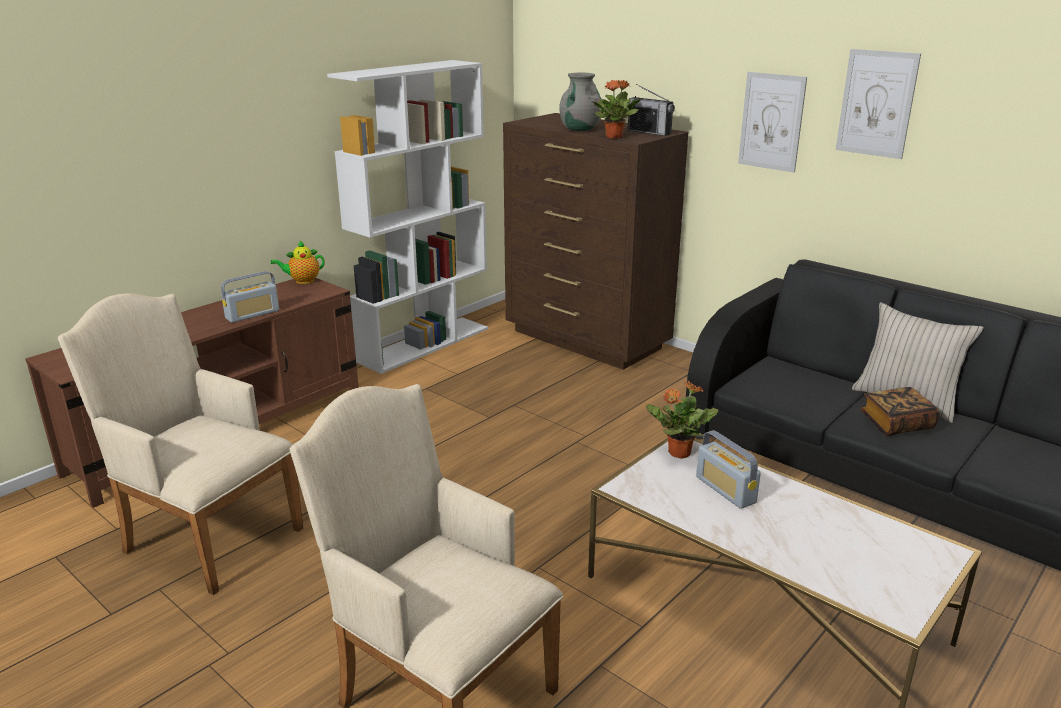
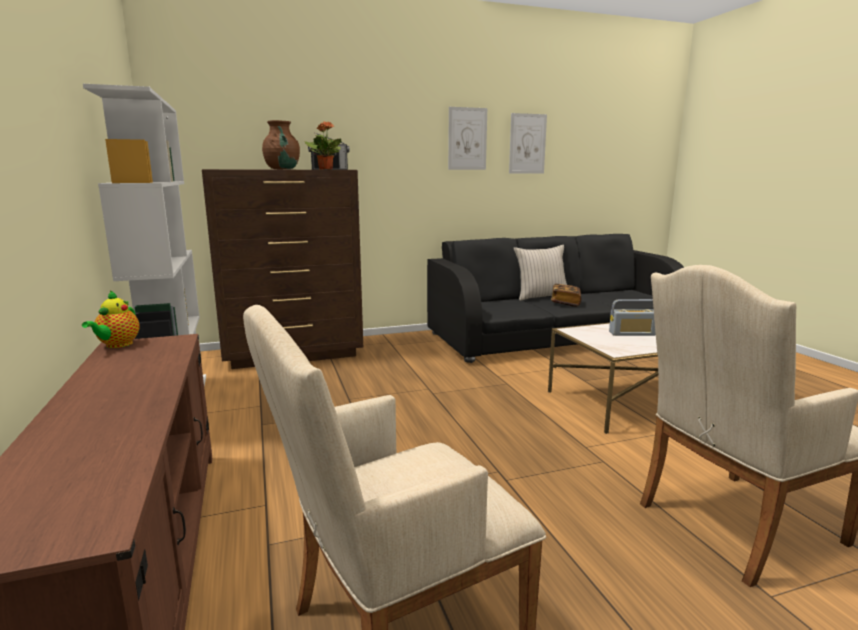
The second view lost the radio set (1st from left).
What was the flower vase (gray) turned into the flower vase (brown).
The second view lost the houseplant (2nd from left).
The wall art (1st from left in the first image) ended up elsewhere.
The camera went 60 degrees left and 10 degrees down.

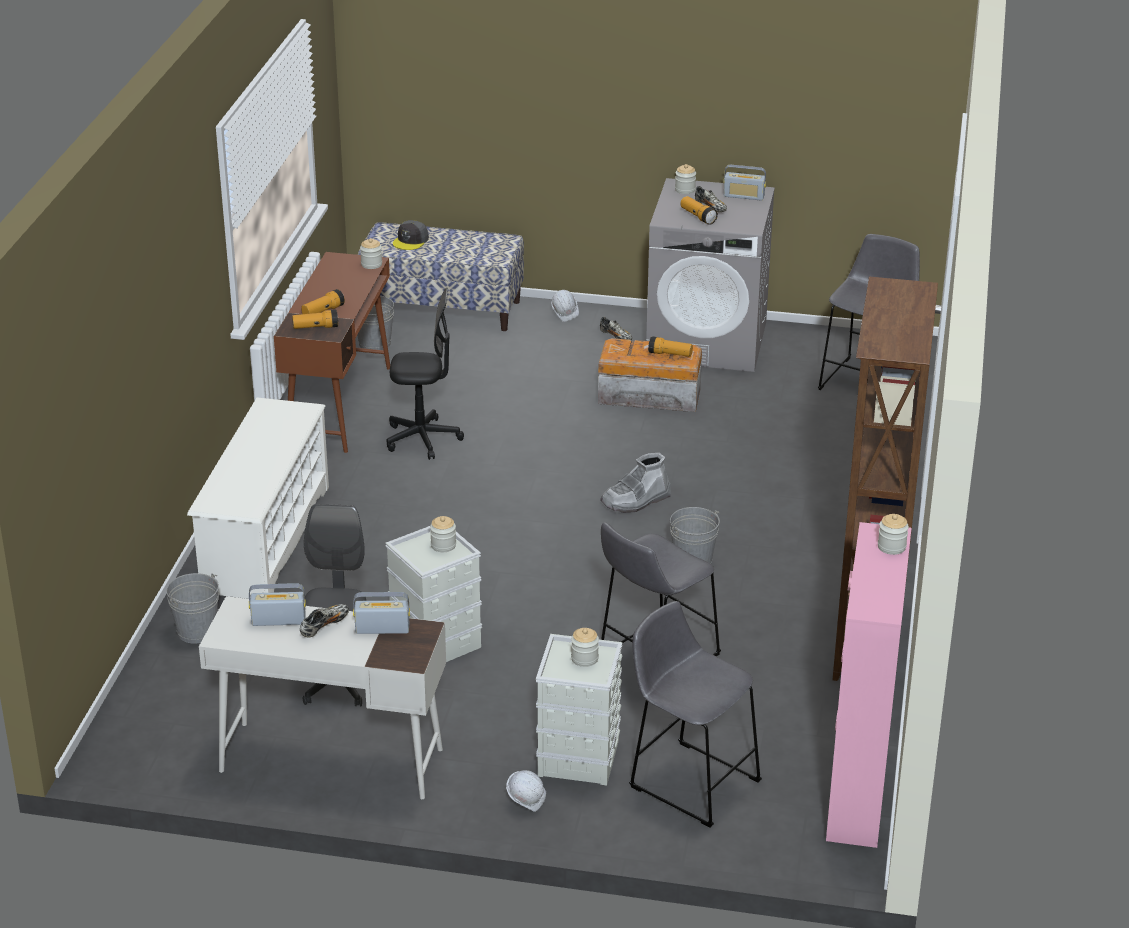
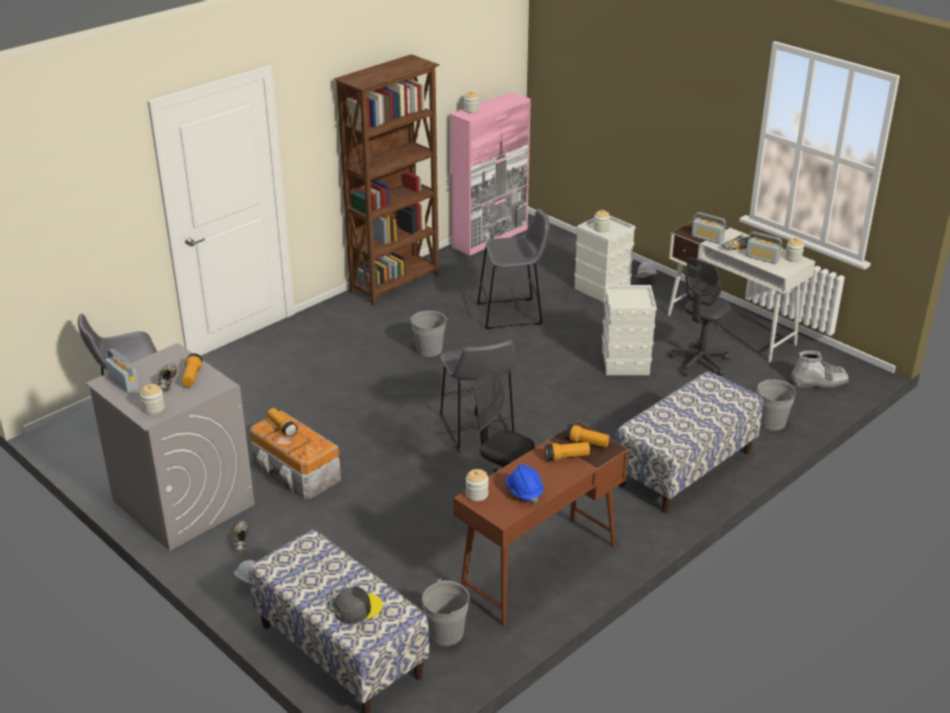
Where the shoe shelf (whitish) stood, the long seat (2nd from left) came to stand.
The storage jar (2nd from left in the first image) ended up elsewhere.
The tall boot (gray) ended up elsewhere.
The sitting stool (gray) (2nd from left) ended up elsewhere.
The second view gained the work helmet (blue).
The camera went 145 degrees left and 0 degrees up.

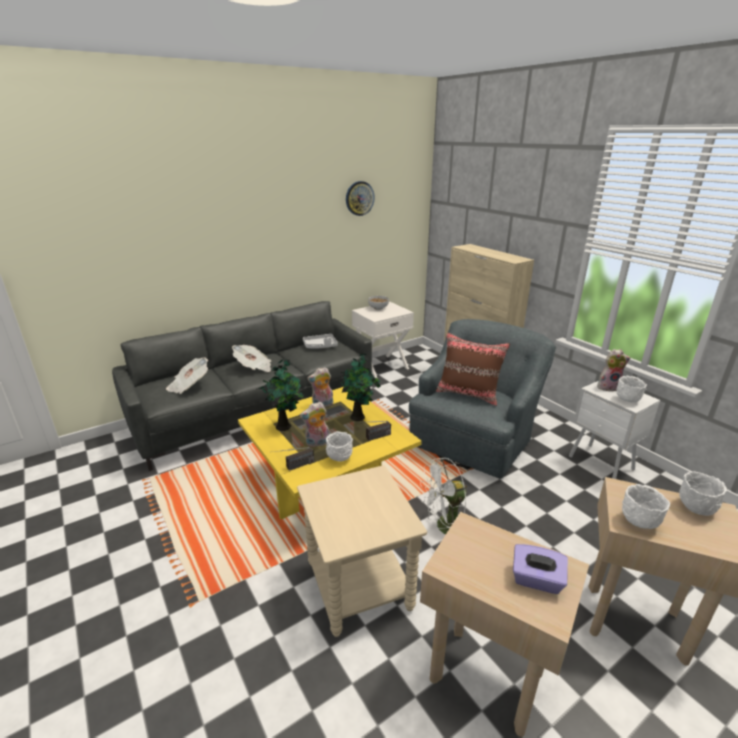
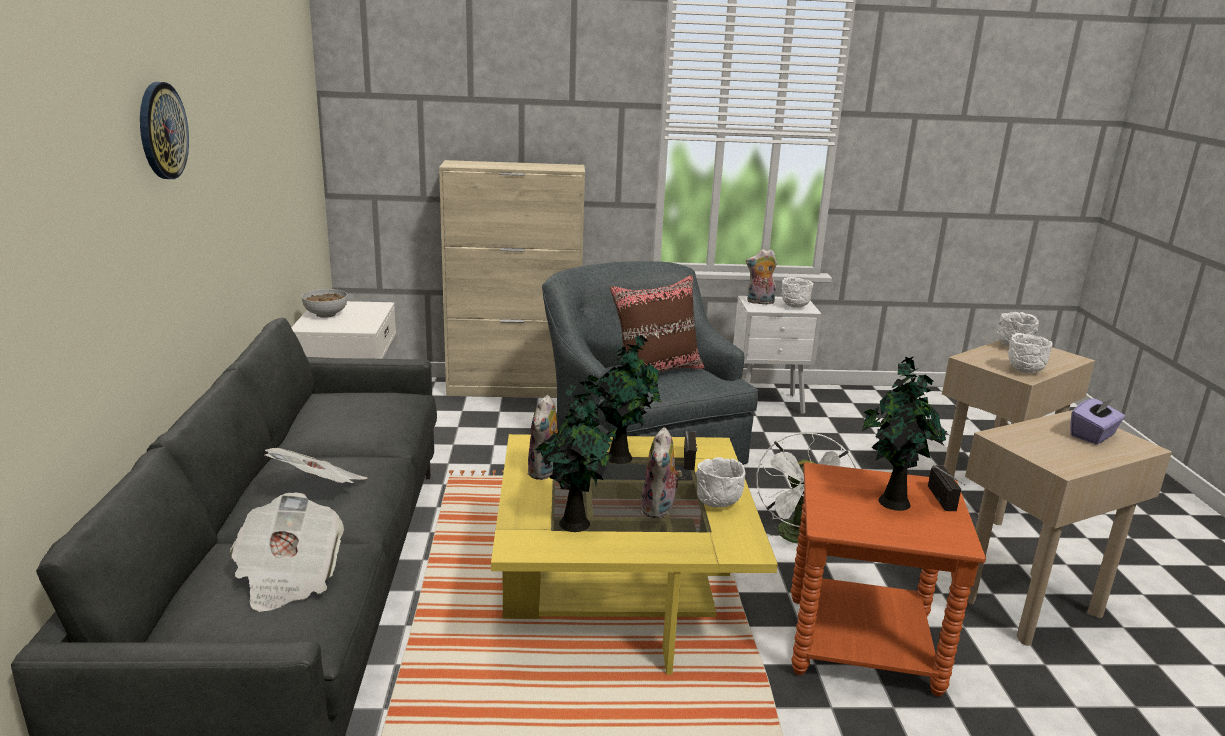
The radio set (1st from left in the first image) ended up elsewhere.
What was the end table (beige-coloured) (1st from left) turned into the end table (orange-coloured).
The second view lost the tray (gray).
The wall clock ended up elsewhere.
The cuddly toy (3rd from left) ended up facing another way, 120 degrees counterclockwise from before.
The second view gained the houseplant (3rd from left).
The camera went 60 degrees left and 5 degrees down.

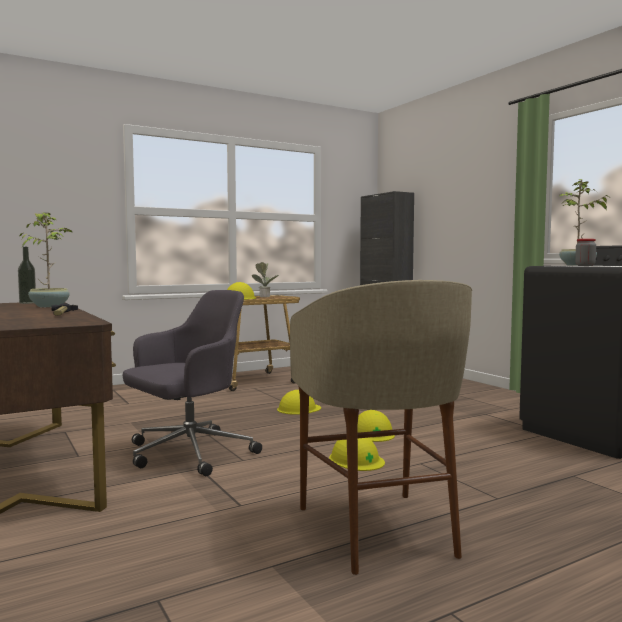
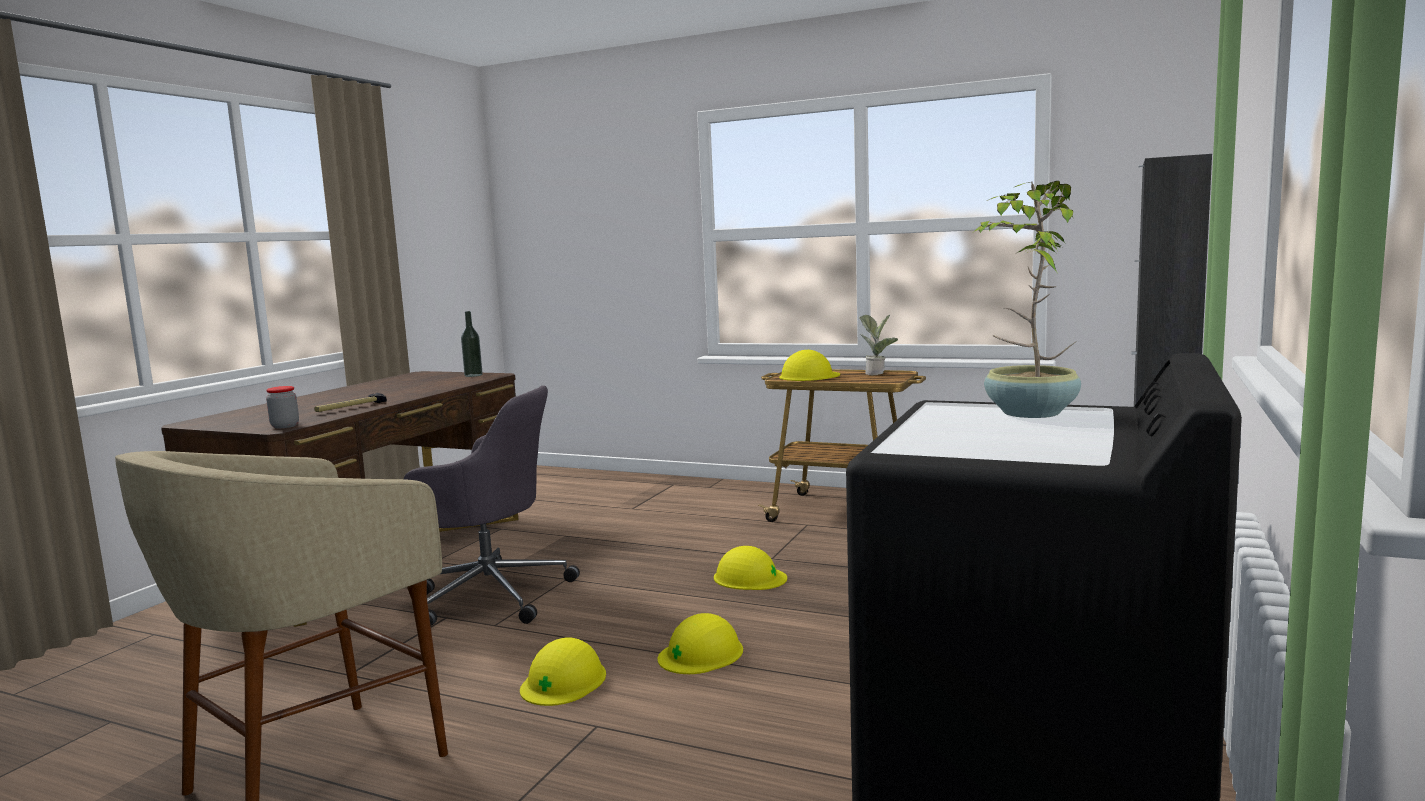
The second view lost the houseplant (1st from left).
The storage jar ended up elsewhere.
The camera went 55 degrees right and 5 degrees up.

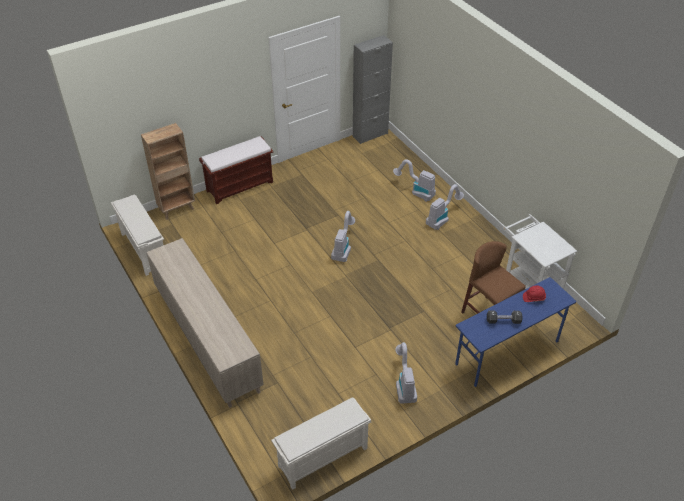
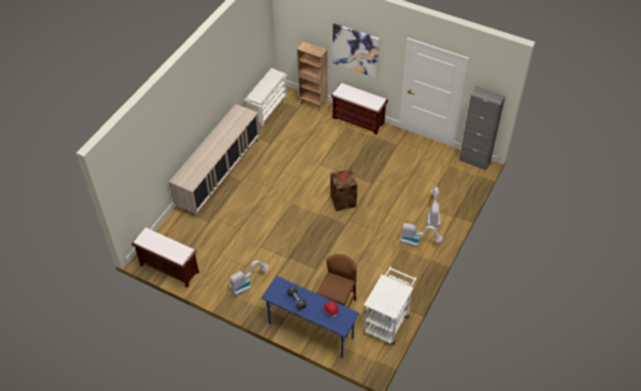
Where the shoe shelf (whitish) (2nd from left) stood, the long seat (brown) (1st from left) came to stand.
Where the hoover (1st from left) stood, the crate came to stand.
The second view gained the wall art.
The camera went 60 degrees right and 5 degrees up.

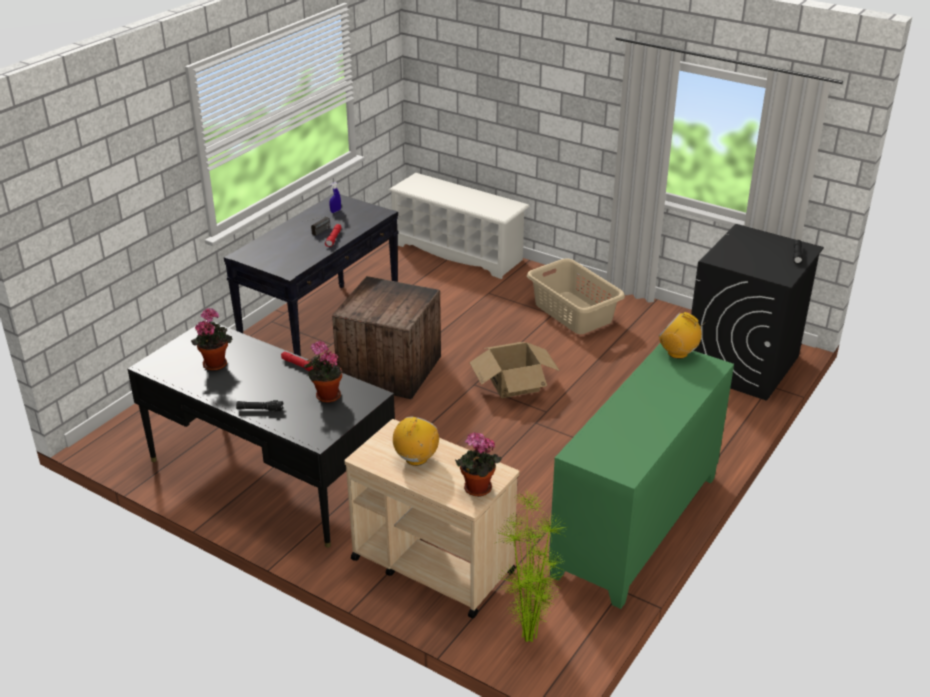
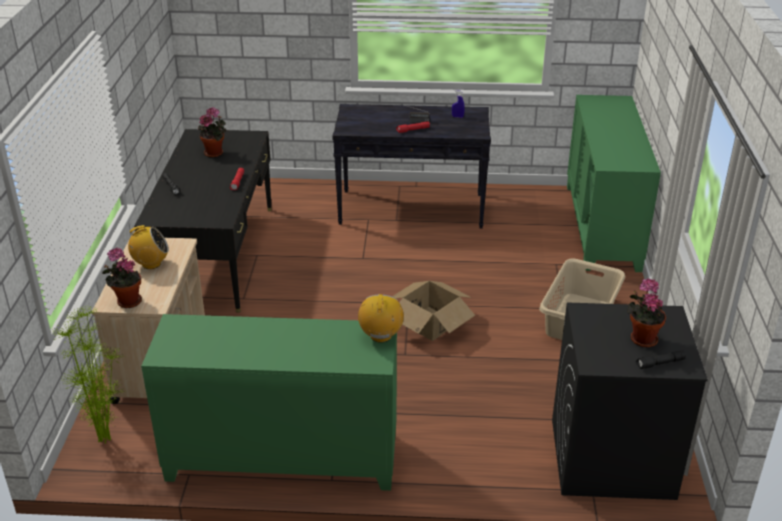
The houseplant (2nd from left in the first image) ended up elsewhere.
The second view lost the crate.
Where the shoe shelf (whitish) stood, the cabinet (green-coloured) (2nd from left) came to stand.
The camera went 60 degrees right and 0 degrees up.

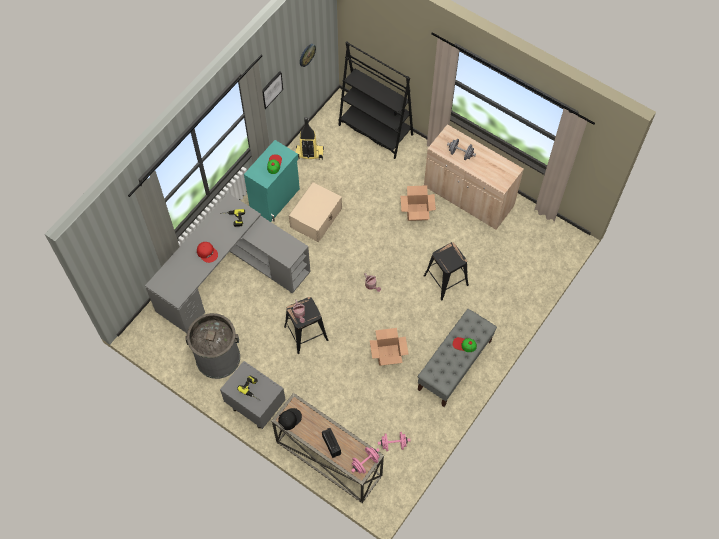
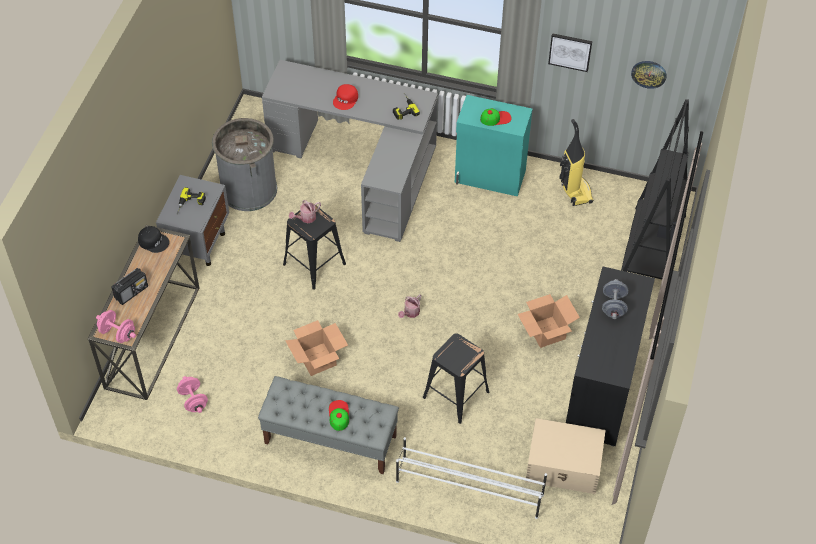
The storage box (beige-coloured) ended up elsewhere.
What was the cabinet (beige-coloured) turned into the cabinet (black).
The second view gained the shoe shelf (whitish).
The camera went 70 degrees right and 10 degrees down.

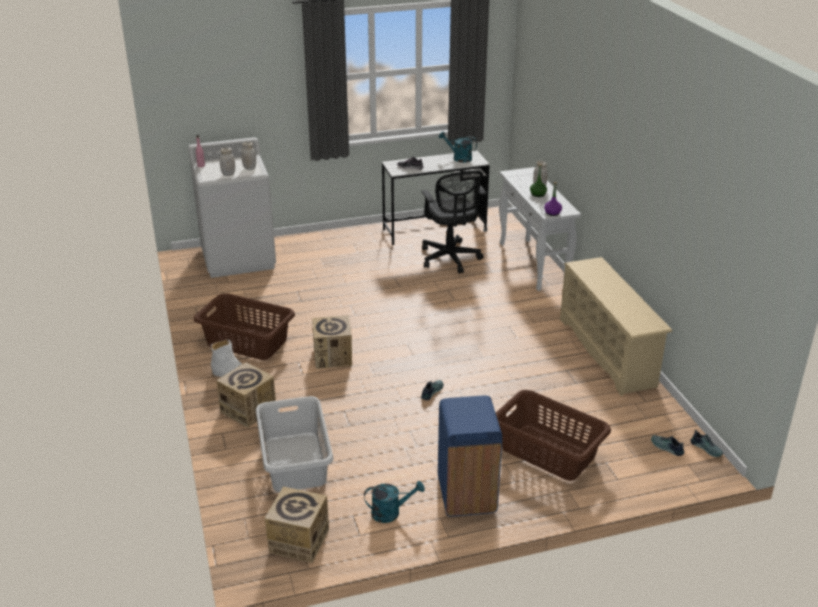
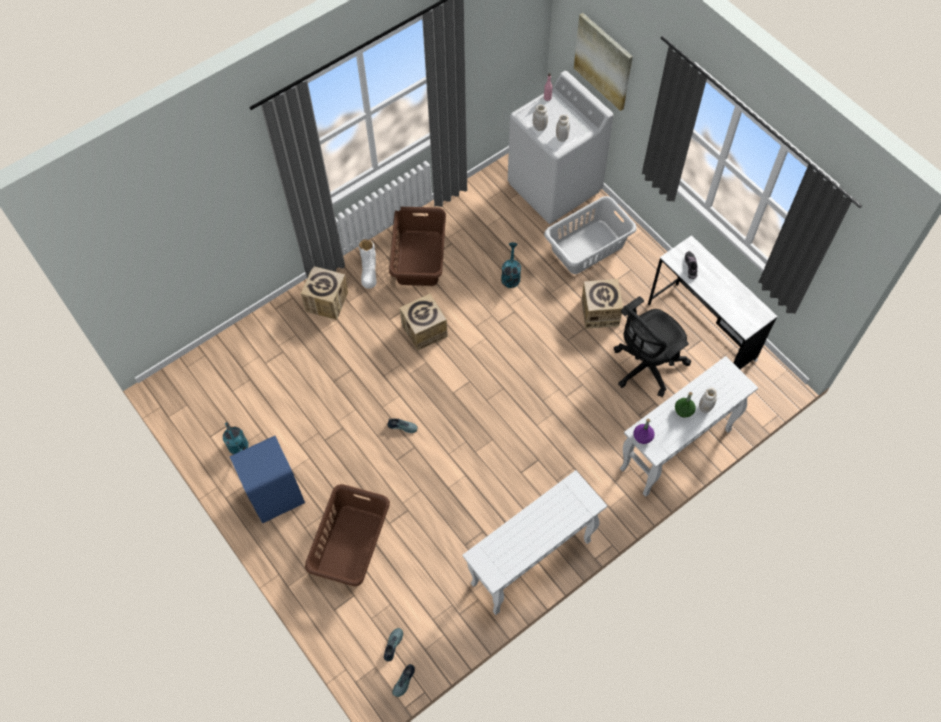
The washing basket (gray) ended up elsewhere.
The packing box (2nd from left in the first image) ended up elsewhere.
The watering pot (turquoise-coloured) (2nd from left) ended up elsewhere.
Where the shoe shelf (beige-coloured) stood, the console table (whitish) (1st from left) came to stand.
The second view gained the wall art.
The camera went 70 degrees right and 30 degrees up.

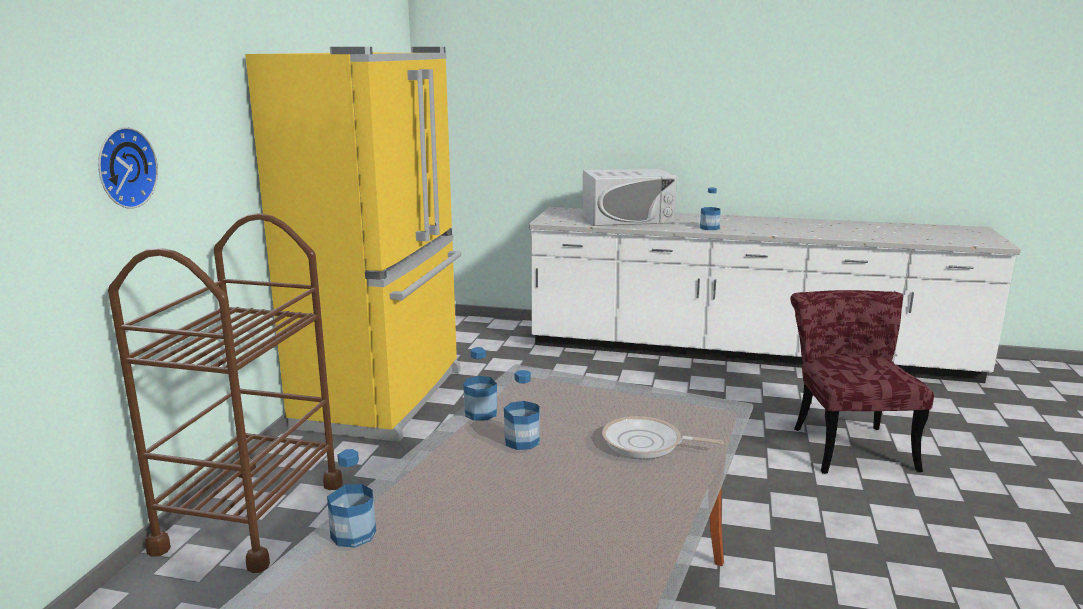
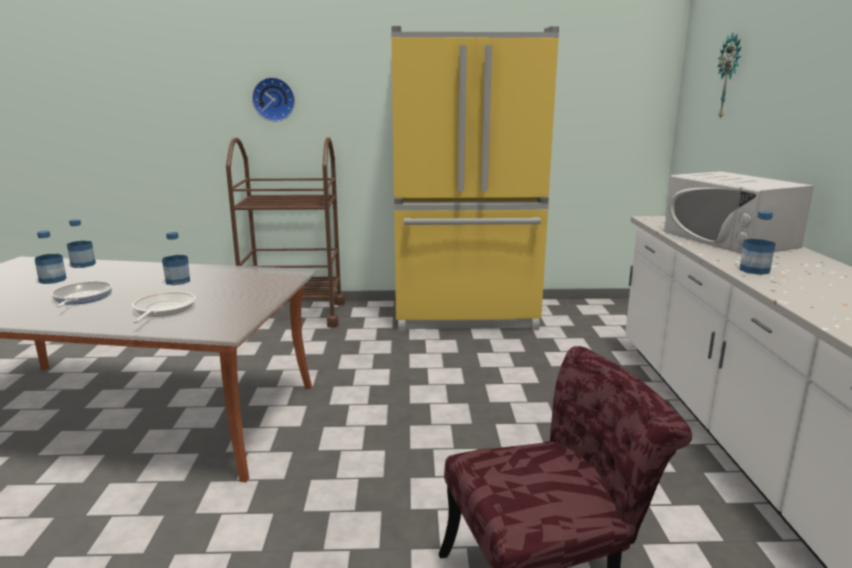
The bottle (2nd from left in the first image) ended up elsewhere.
The second view gained the skillet (1st from left).
The second view gained the wall clock (2nd from left).
The camera went 75 degrees right and 0 degrees up.

